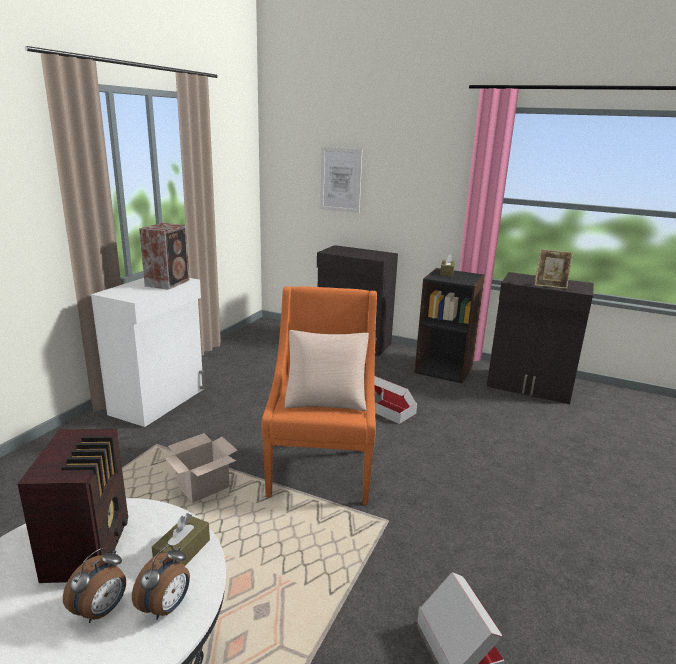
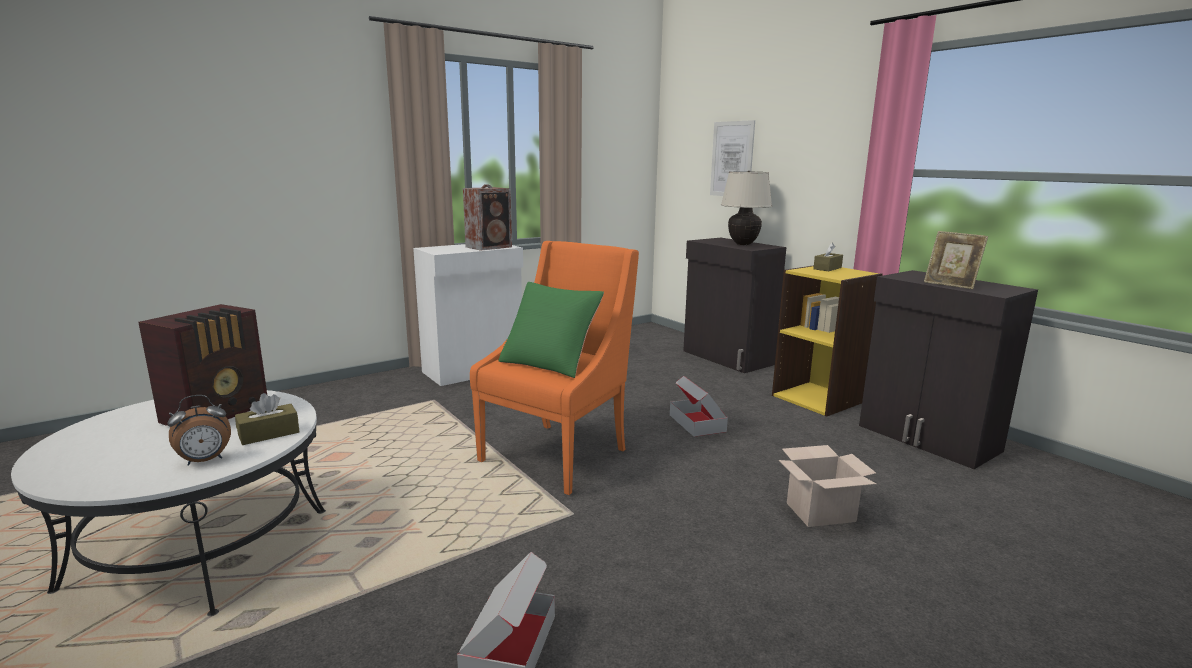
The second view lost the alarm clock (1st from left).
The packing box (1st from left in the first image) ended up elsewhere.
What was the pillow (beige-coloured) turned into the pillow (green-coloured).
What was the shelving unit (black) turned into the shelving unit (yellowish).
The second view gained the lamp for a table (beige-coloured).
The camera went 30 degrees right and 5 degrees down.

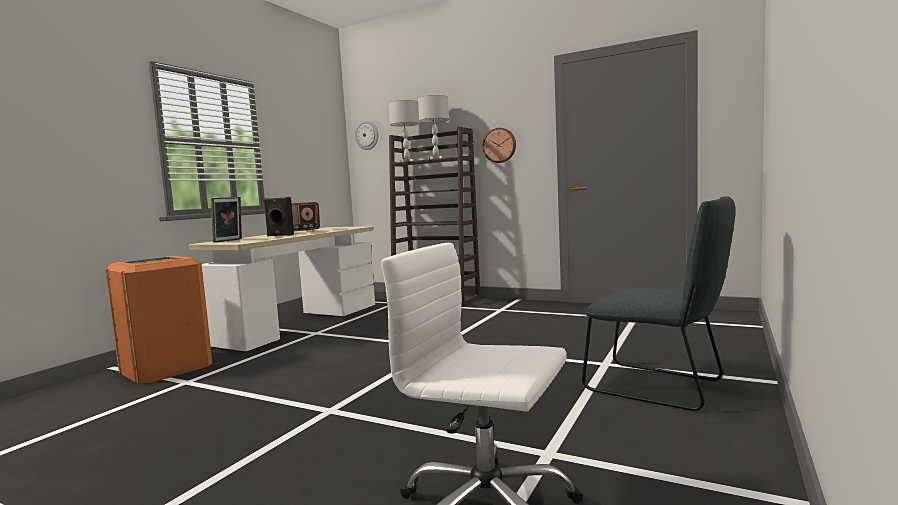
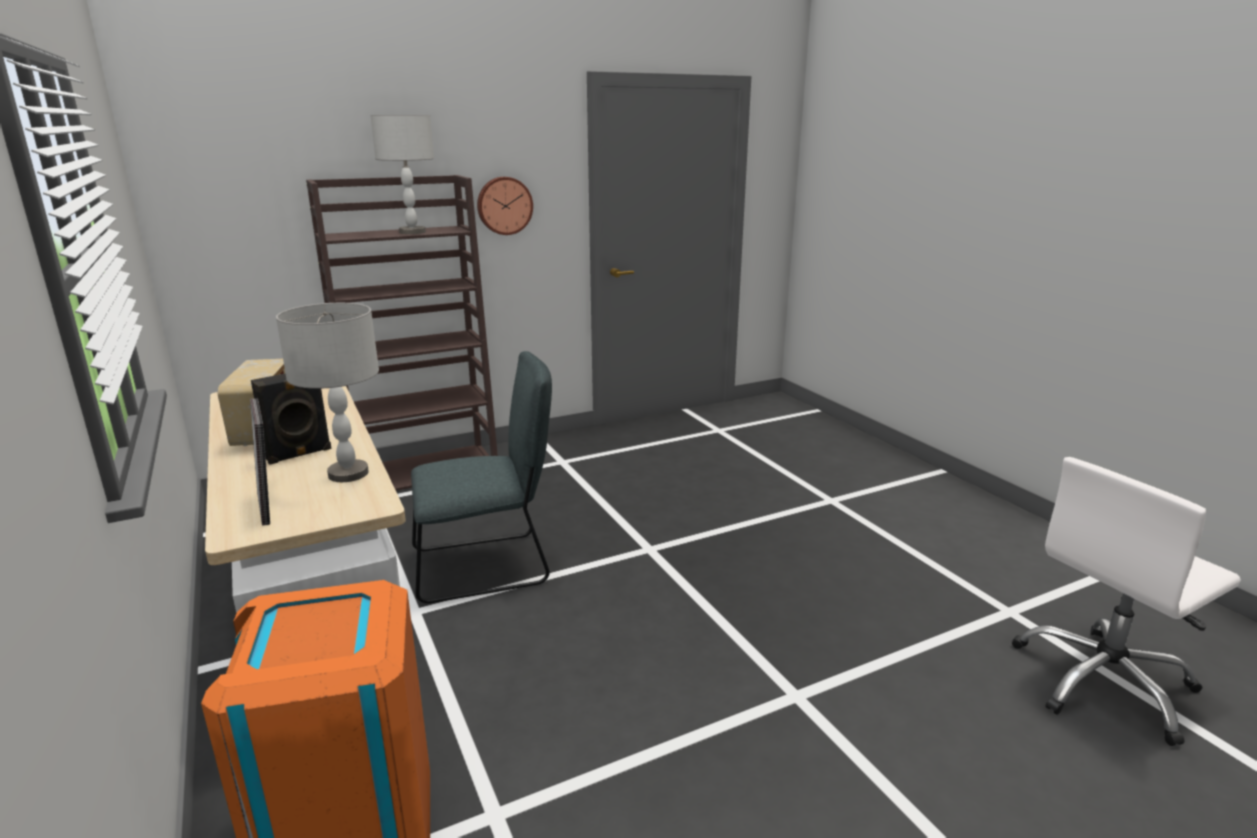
The second view lost the wall clock (1st from left).
The lamp for a table (gray) (1st from left) ended up elsewhere.
The plain chair (gray) ended up elsewhere.
The camera went 55 degrees left and 15 degrees up.

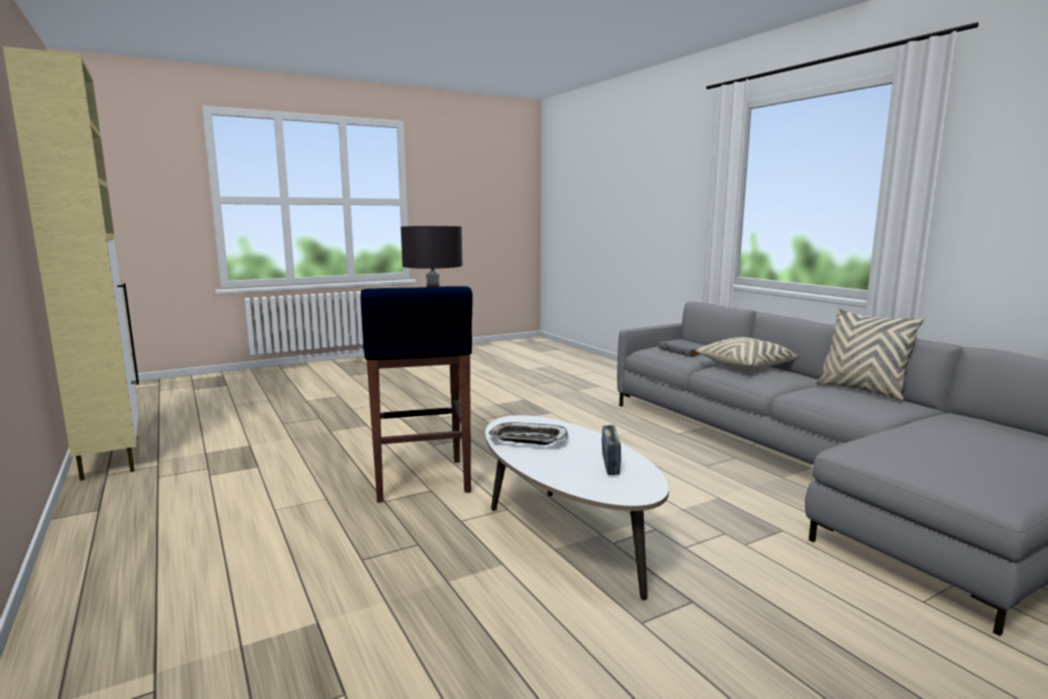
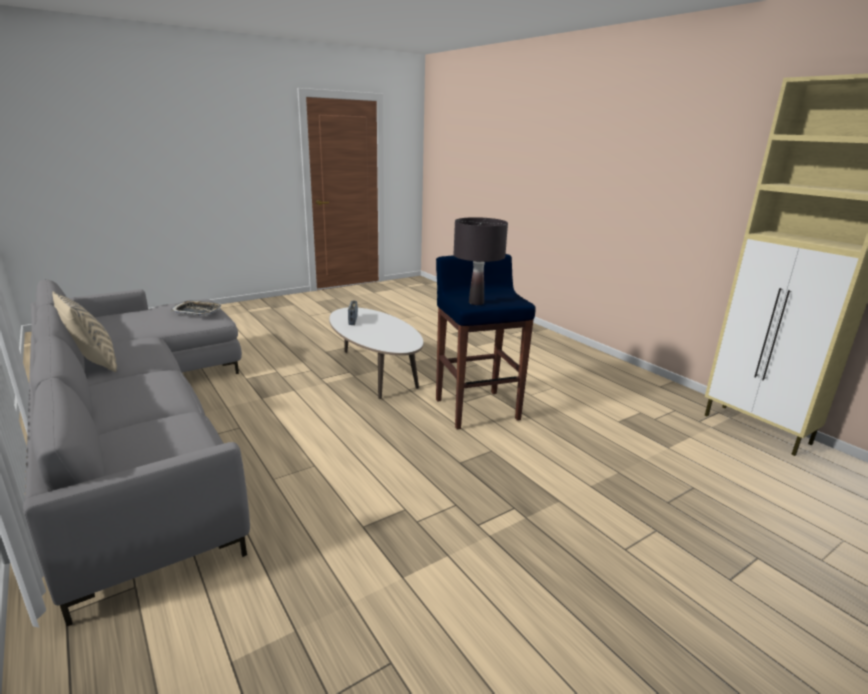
The tray ended up elsewhere.
The second view lost the volume (gray).
The second view lost the pillow (beige-coloured) (1st from left).
The camera went 175 degrees right and 10 degrees up.

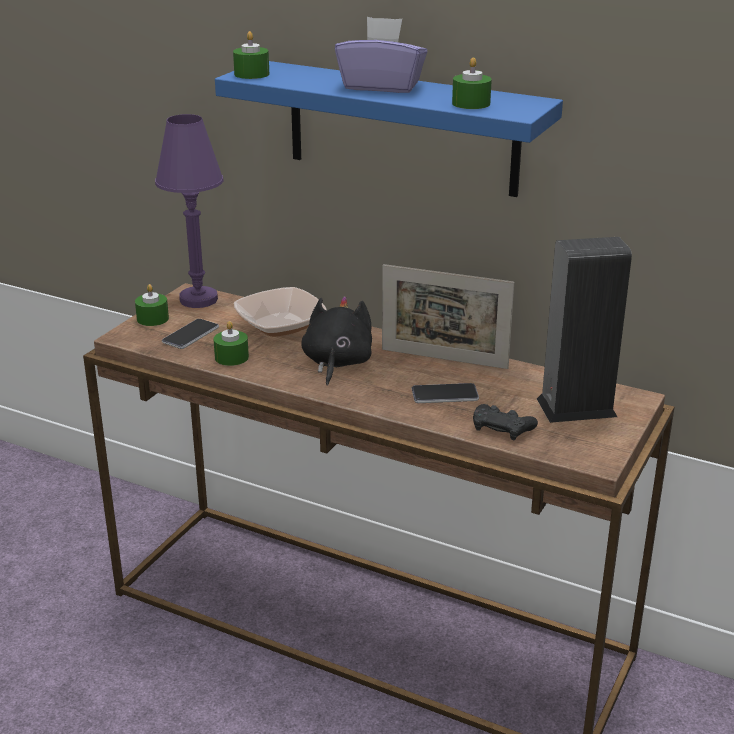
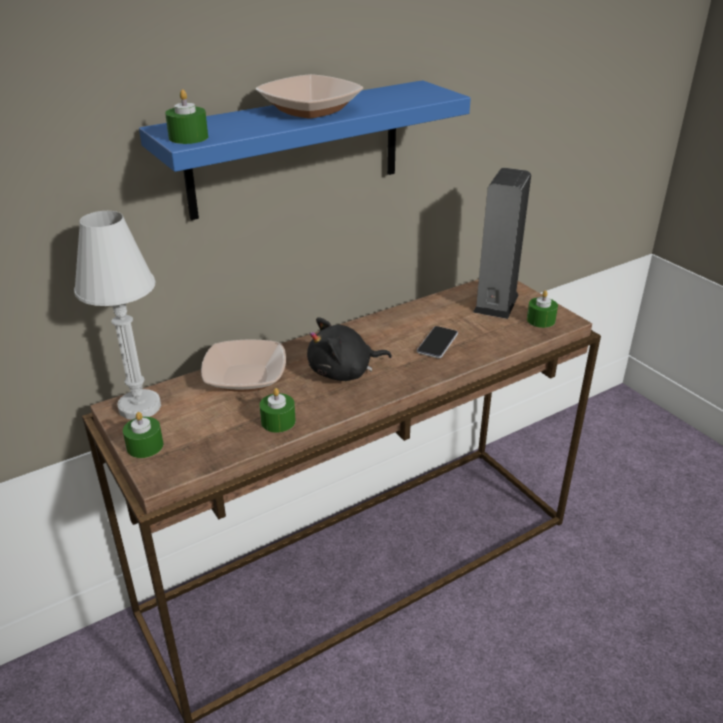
What was the lamp for a table (purple-coloured) turned into the lamp for a table (whitish).
The second view lost the telephone (1st from left).
The cuddly toy (black) ended up facing another way, 60 degrees counterclockwise from before.
Where the box of tissues (purple-coloured) stood, the bowl (2nd from left) came to stand.
The second view lost the photo frame.
The wax candle (green-coloured) (4th from left) ended up elsewhere.
The second view lost the gamepad (black).
The camera went 60 degrees left and 5 degrees up.

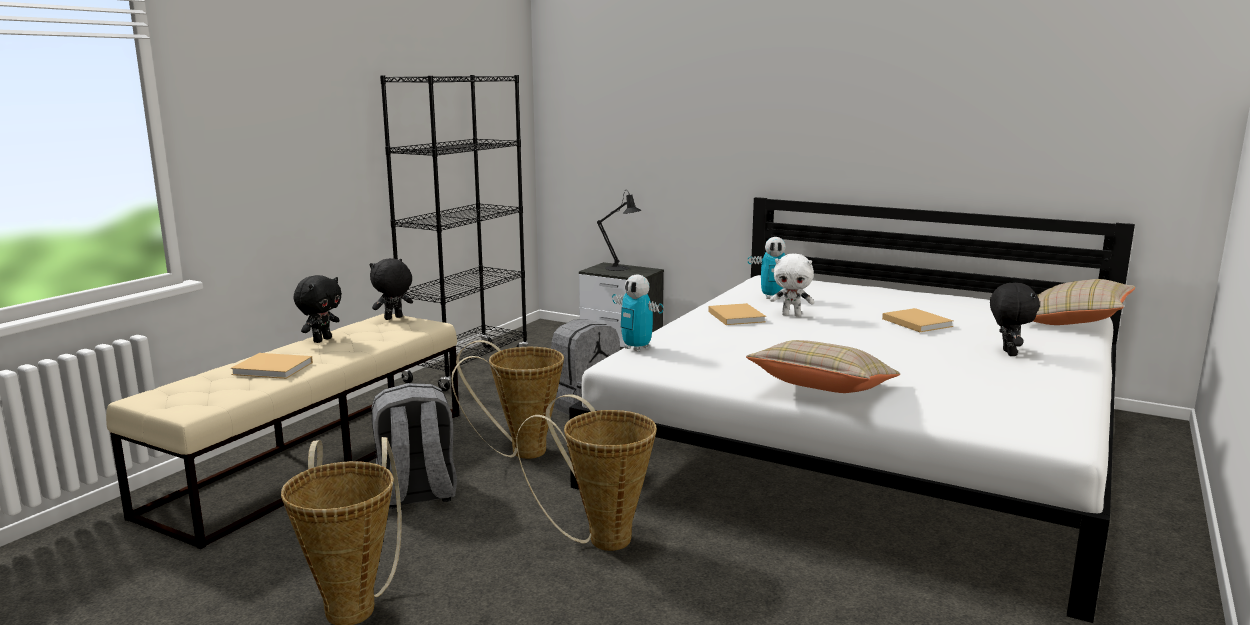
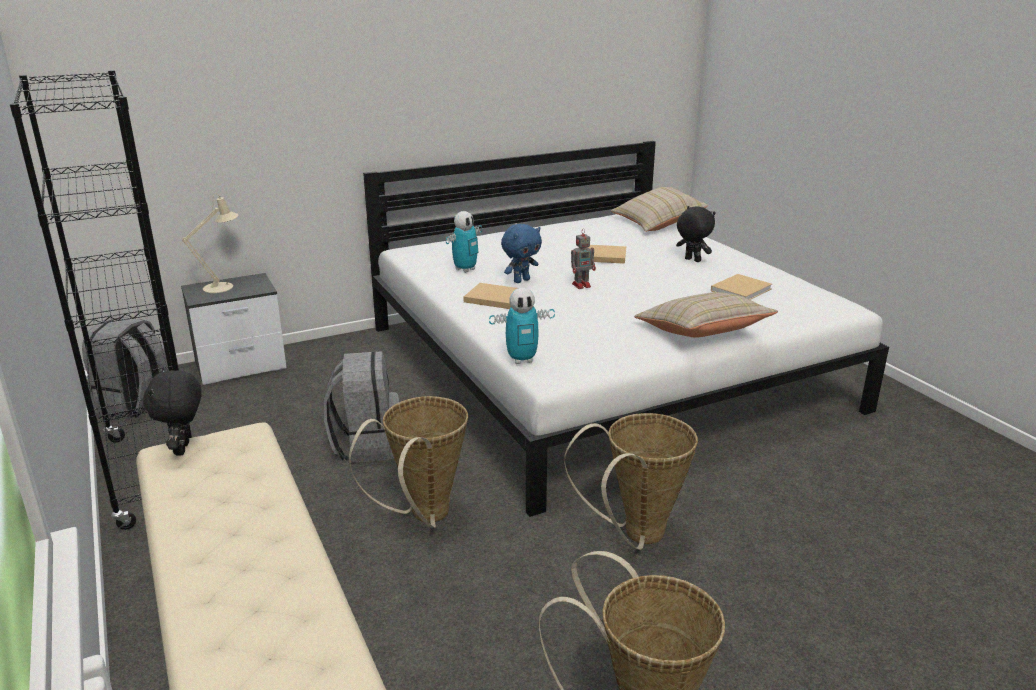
The volume (beige-coloured) (1st from left in the first image) ended up elsewhere.
The second view lost the cuddly toy (black) (1st from left).
The rucksack (gray) (1st from left) ended up elsewhere.
What was the lamp for a table (black) turned into the lamp for a table (beige-coloured).
What was the cuddly toy (whitish) turned into the cuddly toy (blue).
The second view gained the model robot (3rd from left).
The camera went 55 degrees left and 10 degrees up.

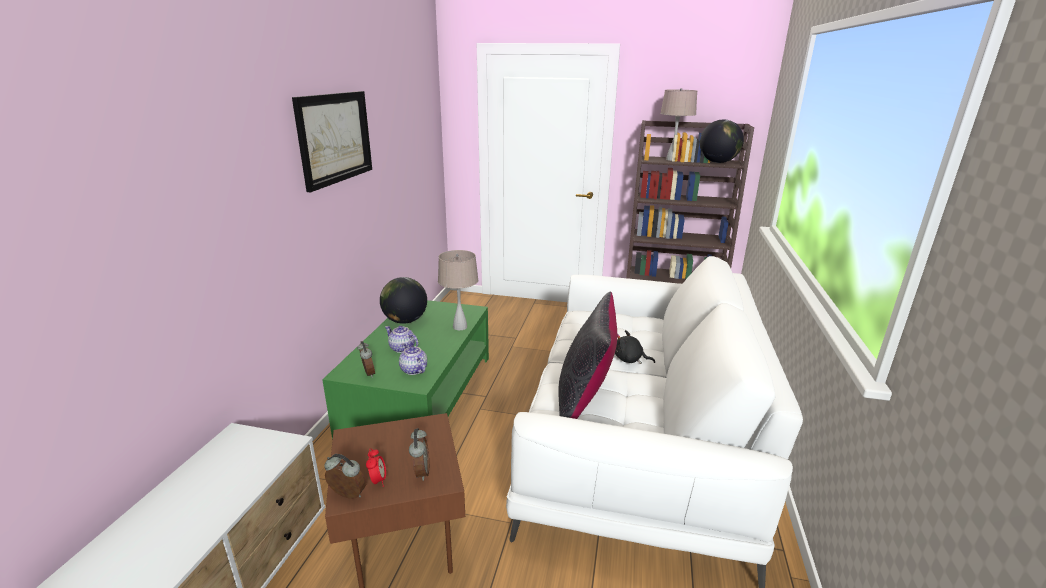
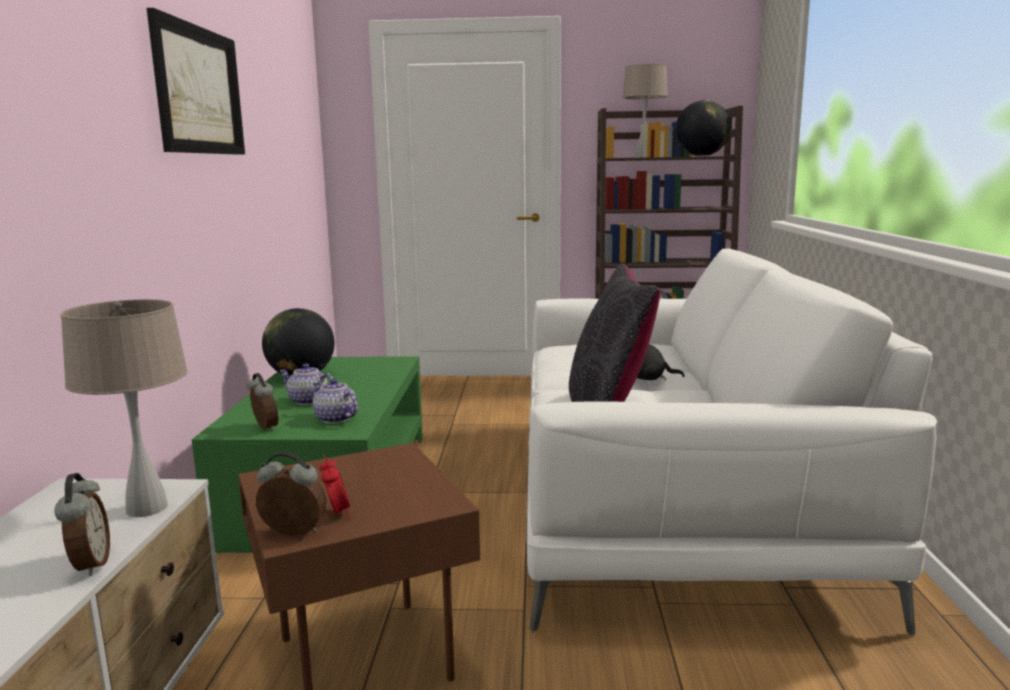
The alarm clock (4th from left in the first image) ended up elsewhere.
The lamp for a table (beige-coloured) (1st from left) ended up elsewhere.
The camera went 10 degrees left and 10 degrees down.

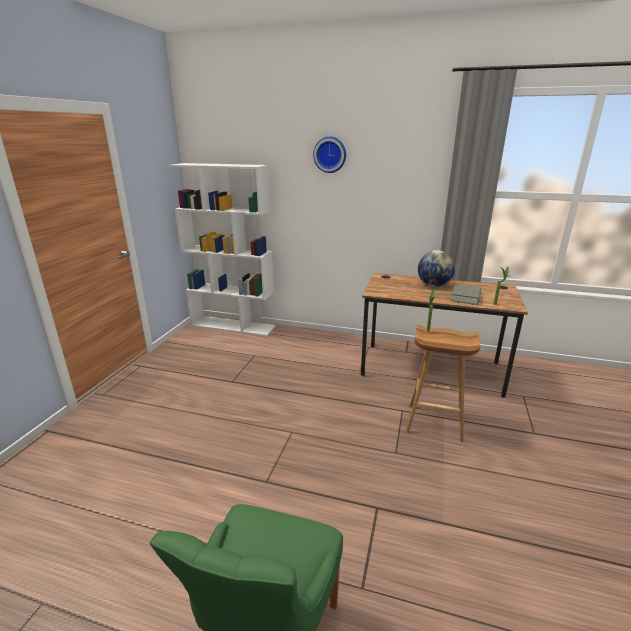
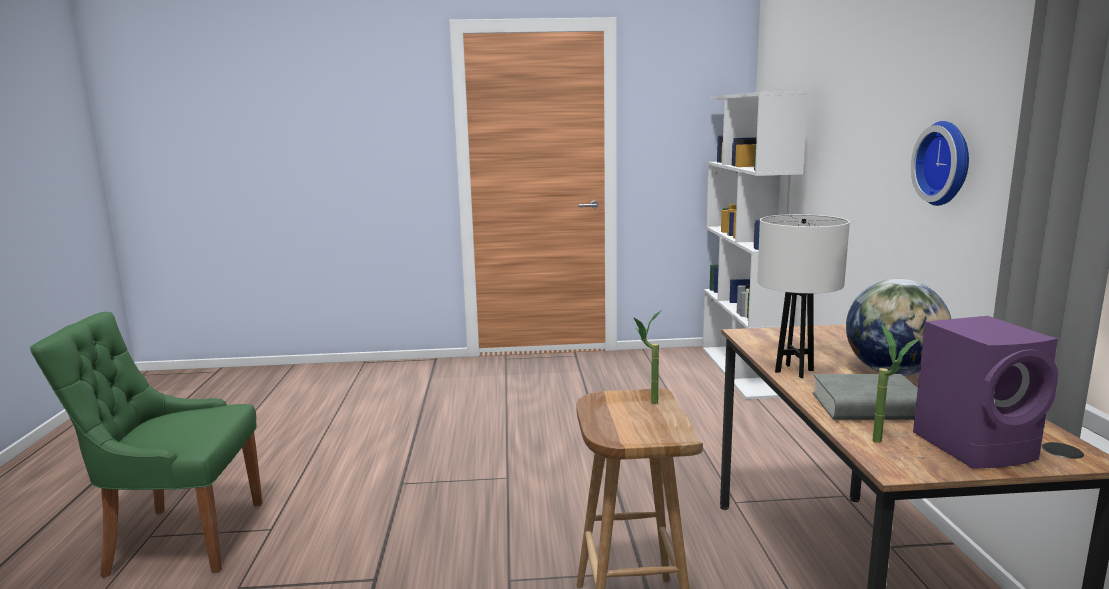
The wall clock ended up elsewhere.
The second view gained the lamp for a table (whitish).
The second view gained the loudspeaker (purple-coloured).
The camera went 70 degrees right and 10 degrees down.

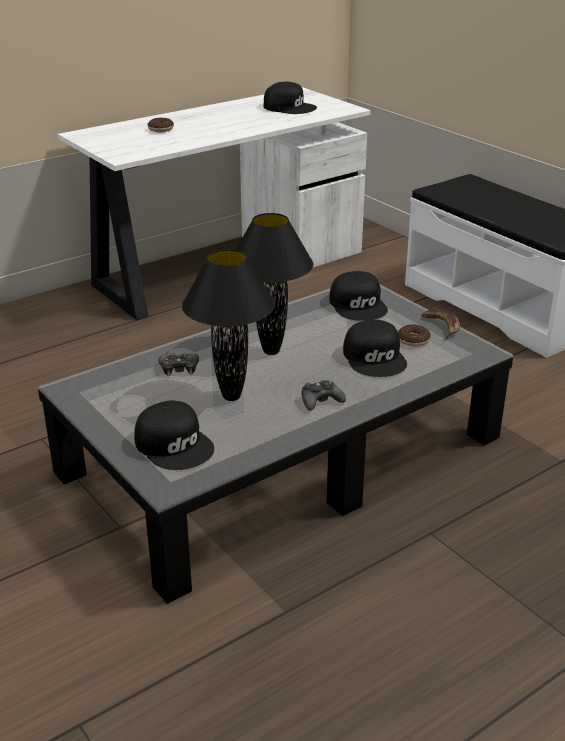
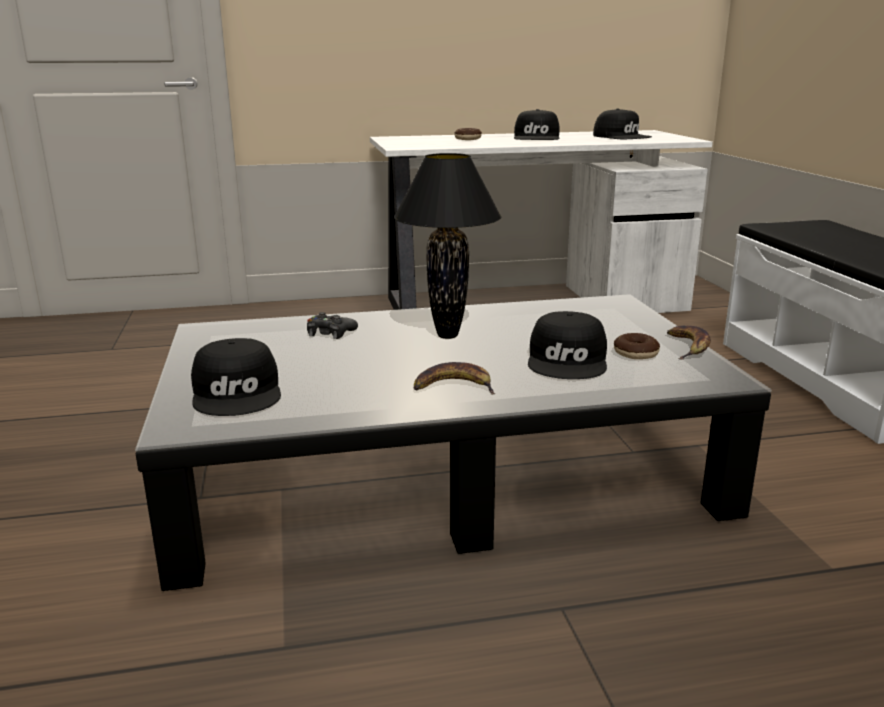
The second view lost the lamp for a table (black) (1st from left).
Where the gamepad (black) (2nd from left) stood, the banana fruit (1st from left) came to stand.
The baseball cap (black) (3rd from left in the first image) ended up elsewhere.
The camera went 25 degrees right and 10 degrees down.

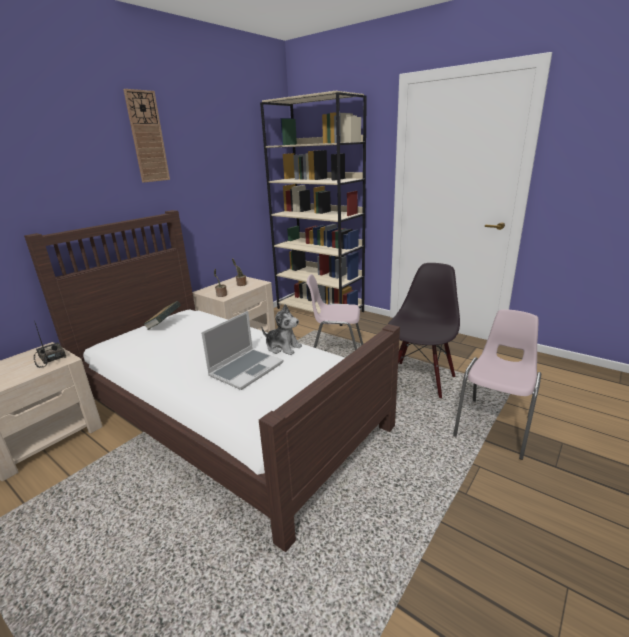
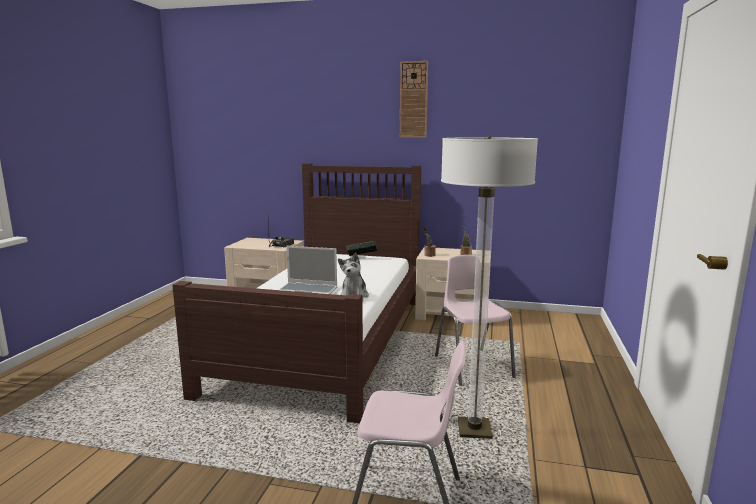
The second view lost the shelving unit (beige-coloured).
Where the plain chair (black) stood, the floor lamp came to stand.
The camera went 65 degrees right and 10 degrees down.

